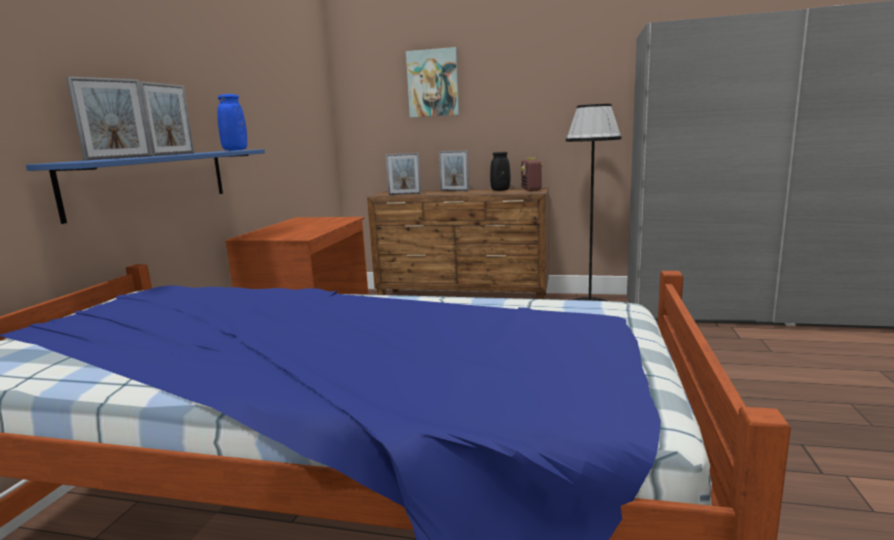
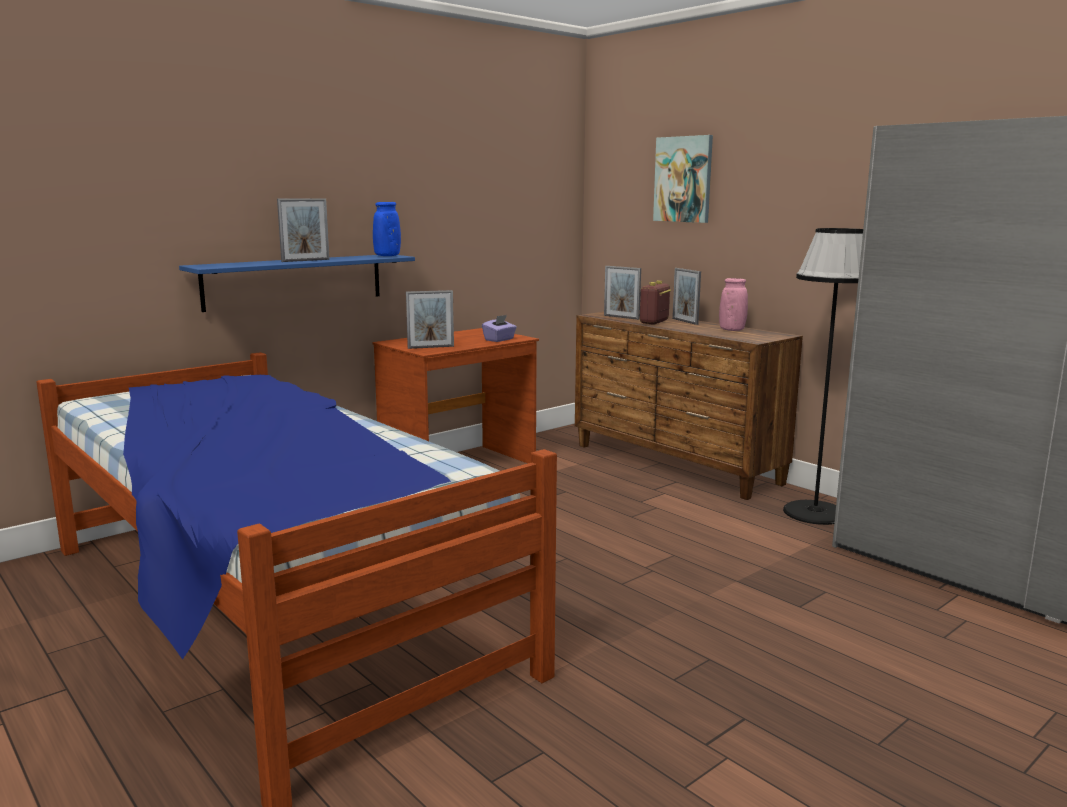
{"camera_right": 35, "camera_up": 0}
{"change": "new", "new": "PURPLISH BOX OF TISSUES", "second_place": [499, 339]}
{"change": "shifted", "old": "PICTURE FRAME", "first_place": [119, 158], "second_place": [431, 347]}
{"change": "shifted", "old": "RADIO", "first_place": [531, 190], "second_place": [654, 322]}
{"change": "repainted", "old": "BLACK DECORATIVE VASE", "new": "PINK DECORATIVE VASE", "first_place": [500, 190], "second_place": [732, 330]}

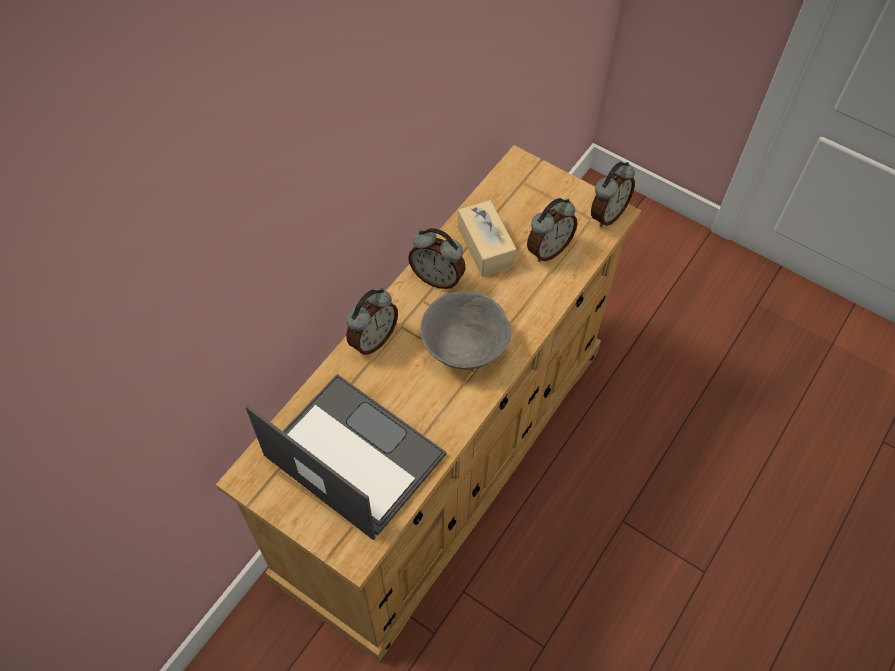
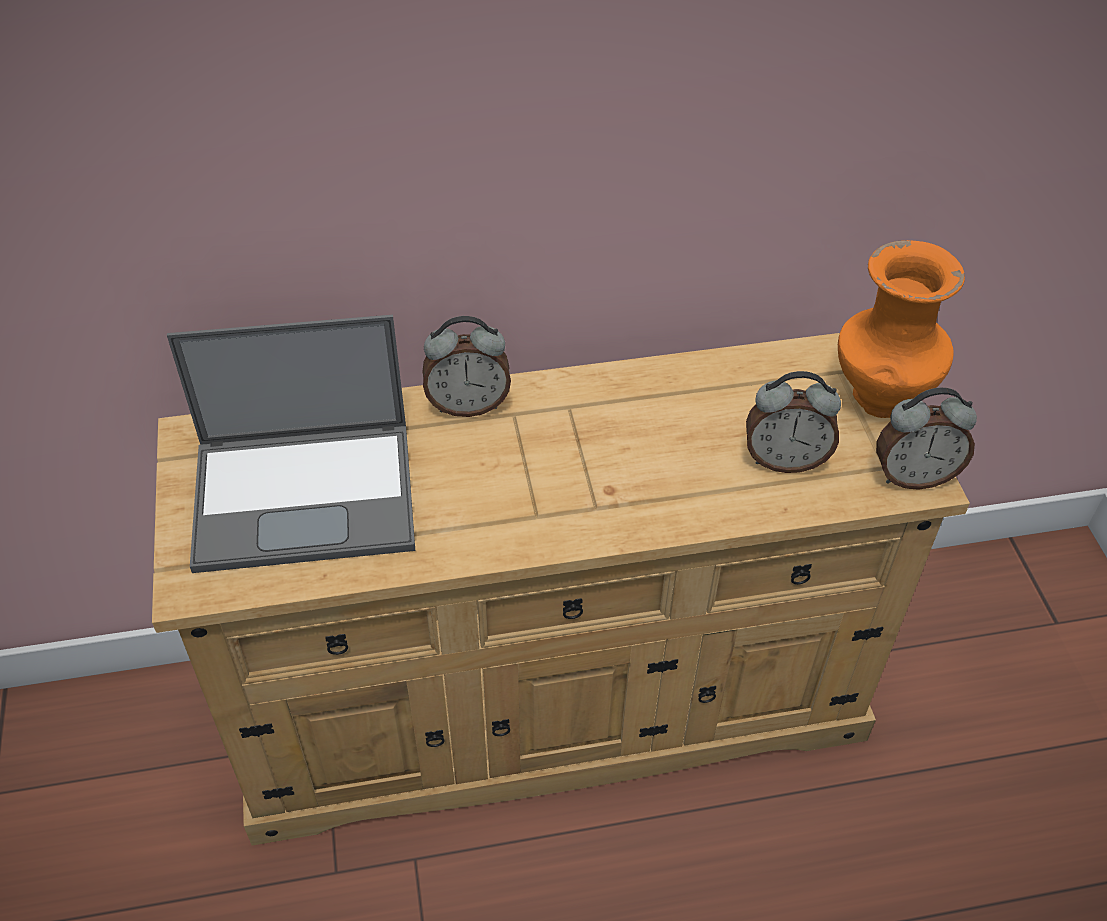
{"camera_right": 45, "camera_up": -10}
{"change": "gone", "old": "TABLE CLOCK", "first_place": [437, 278]}
{"change": "gone", "old": "GRAY BOWL", "first_place": [463, 348]}
{"change": "gone", "old": "SAND-COLOURED BOX OF TISSUES", "first_place": [485, 246]}
{"change": "new", "new": "ORANGE-COLOURED DECORATIVE VASE", "second_place": [880, 400]}
{"change": "rotated", "old": "LAPTOP", "first_place": [352, 454], "second_place": [308, 494], "degrees": 90}

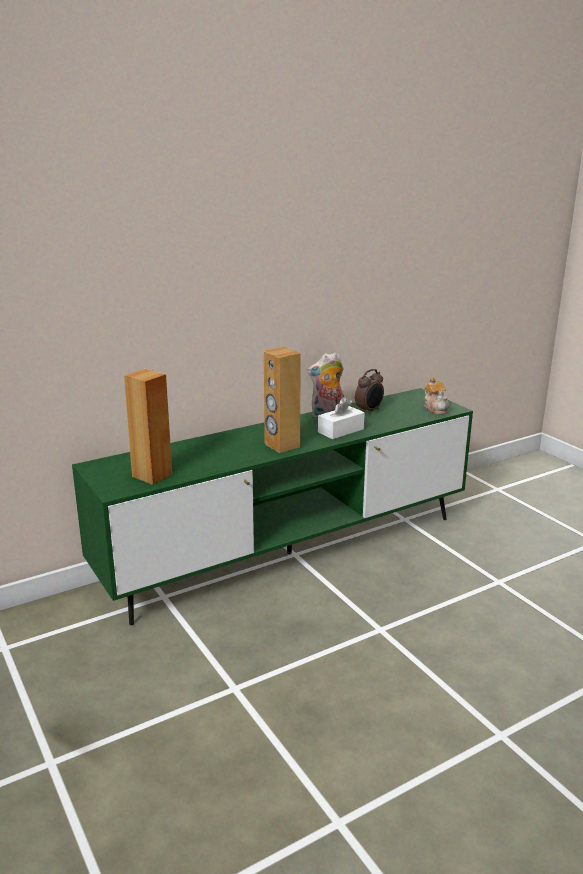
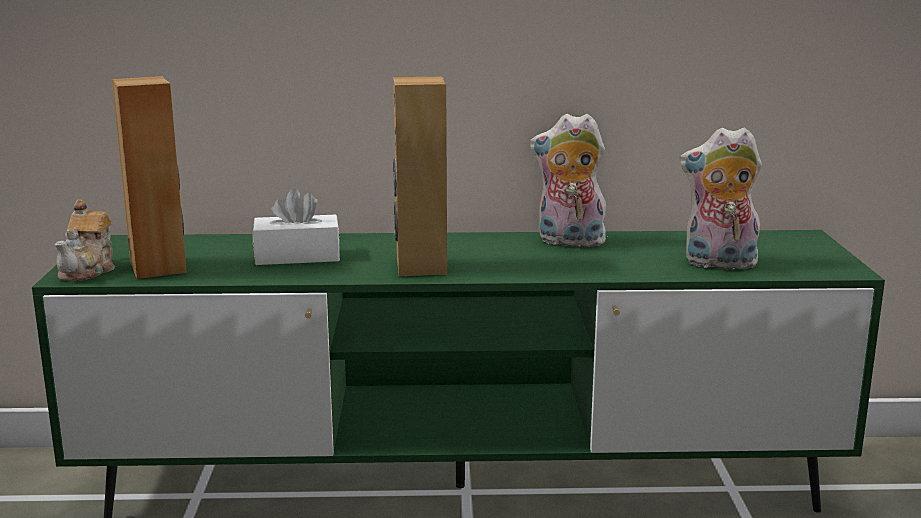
{"camera_right": 30, "camera_up": -5}
{"change": "gone", "old": "TABLE CLOCK", "first_place": [369, 411]}
{"change": "new", "new": "CUDDLY TOY", "second_place": [718, 264]}
{"change": "shifted", "old": "WHITE-COLOURED BOX OF TISSUES", "first_place": [340, 431], "second_place": [297, 256]}
{"change": "shifted", "old": "TEA POT", "first_place": [436, 408], "second_place": [89, 270]}

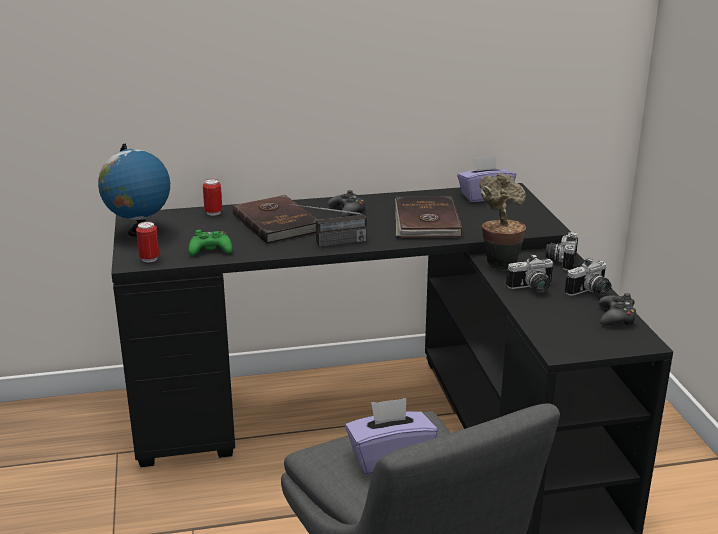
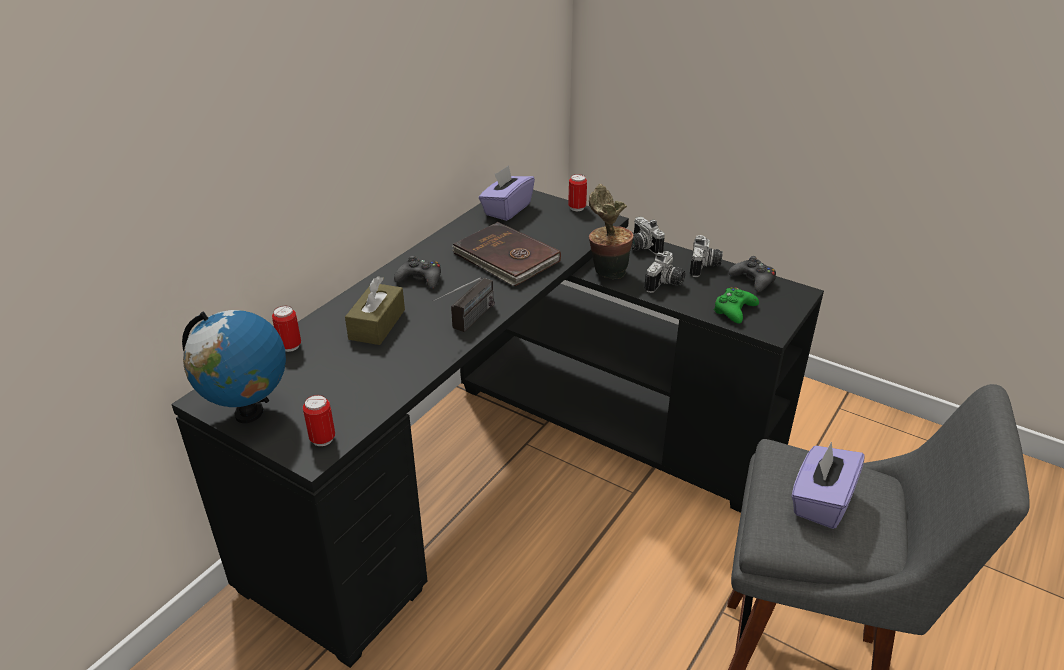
{"camera_right": -45, "camera_up": 10}
{"change": "new", "new": "CAN", "second_place": [577, 208]}
{"change": "shifted", "old": "GREEN GAME CONTROLLER", "first_place": [210, 250], "second_place": [734, 310]}
{"change": "swapped", "old": "BROWNISH BOOK", "new": "BROWNISH BOX OF TISSUES", "first_place": [277, 222], "second_place": [377, 324]}

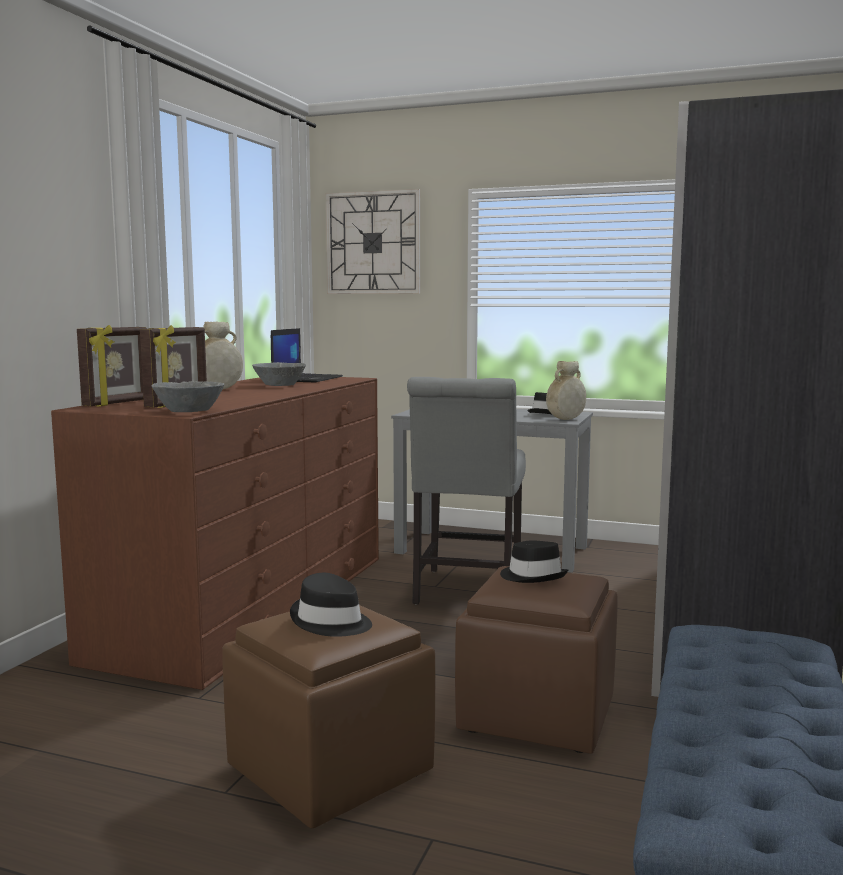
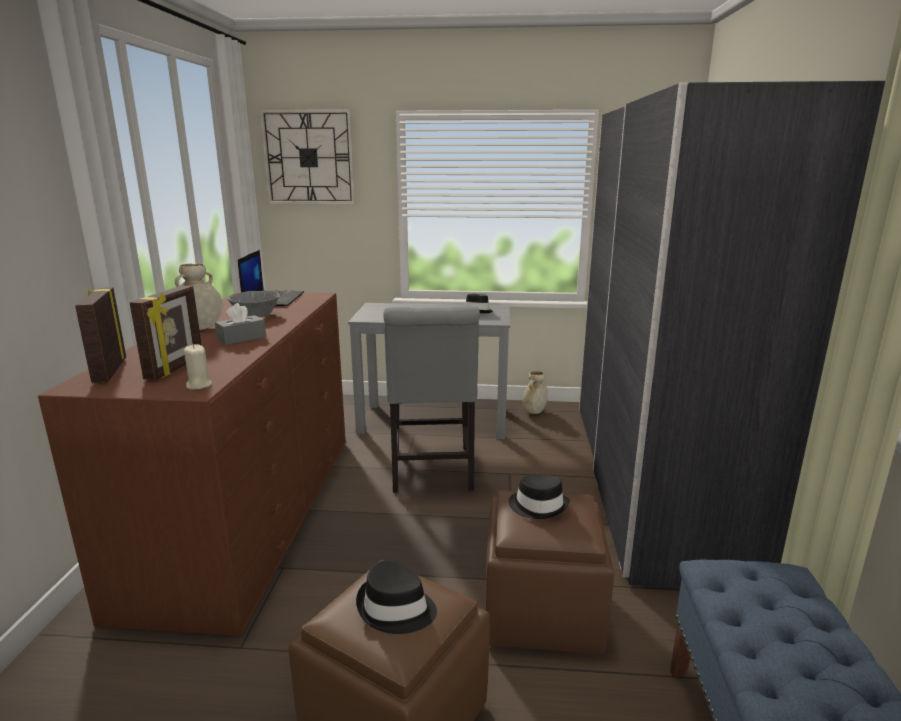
{"camera_right": -15, "camera_up": 10}
{"change": "new", "new": "GRAY BOX OF TISSUES", "second_place": [241, 338]}
{"change": "shifted", "old": "SAND-COLOURED DECORATIVE VASE", "first_place": [565, 419], "second_place": [534, 412]}
{"change": "swapped", "old": "GRAY BOWL", "new": "SAND-COLOURED CANDLE", "first_place": [190, 411], "second_place": [199, 385]}
{"change": "rotated", "old": "PICTURE FRAME", "first_place": [118, 403], "second_place": [108, 371], "degrees": 150}

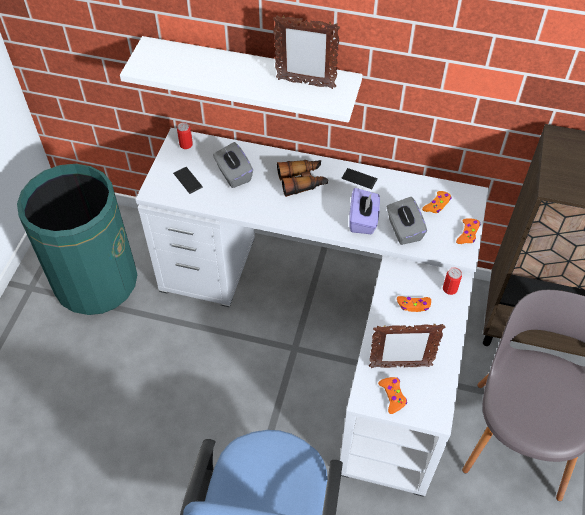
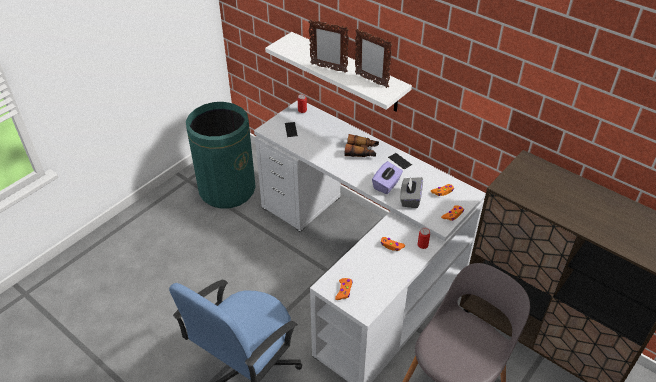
{"camera_right": 25, "camera_up": -10}
{"change": "gone", "old": "GRAY BOX OF TISSUES", "first_place": [233, 174]}
{"change": "shifted", "old": "PICTURE FRAME", "first_place": [399, 366], "second_place": [328, 68]}

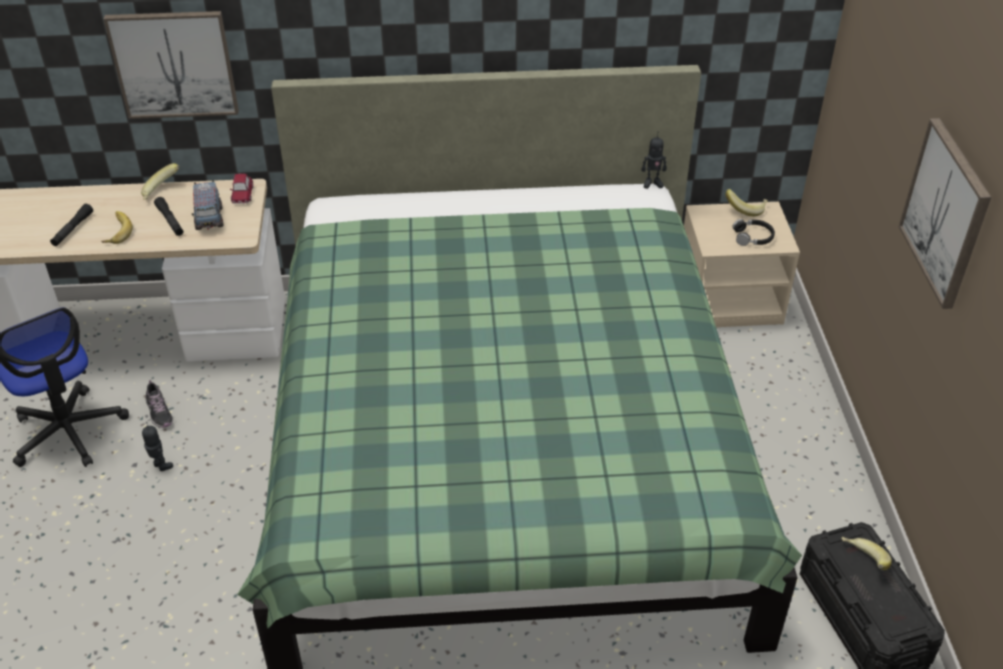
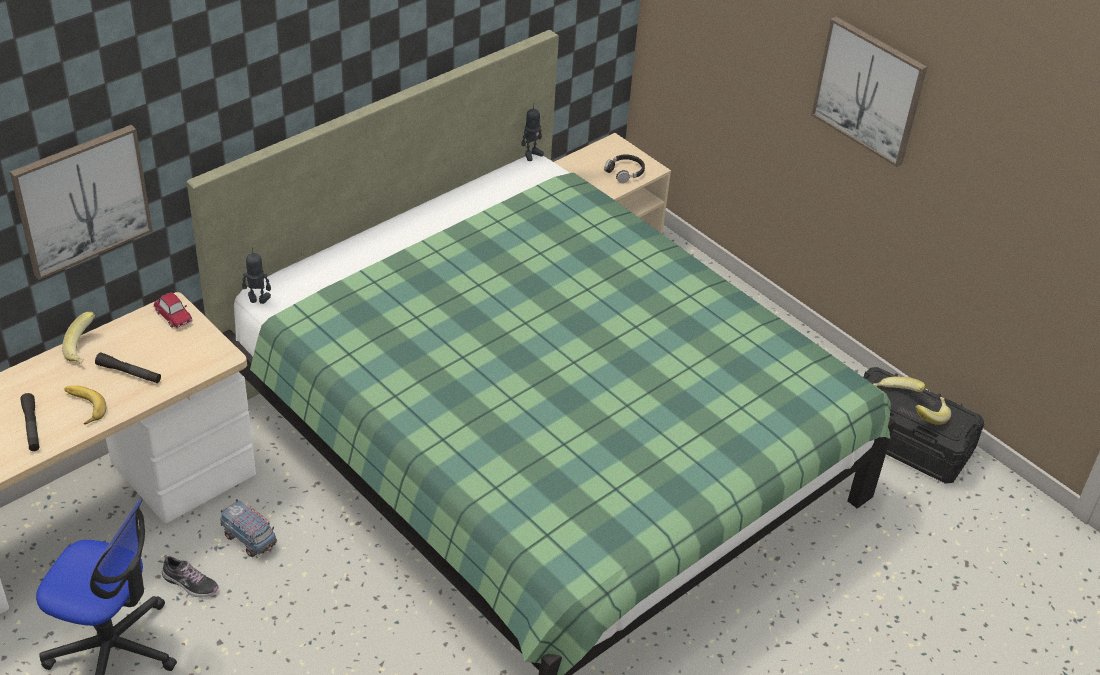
{"camera_right": -40, "camera_up": 0}
{"change": "shifted", "old": "ROBOT FIGURE", "first_place": [160, 466], "second_place": [258, 300]}
{"change": "shifted", "old": "MODEL TRUCK", "first_place": [209, 218], "second_place": [250, 539]}
{"change": "shifted", "old": "BANANA FRUIT", "first_place": [745, 209], "second_place": [930, 416]}

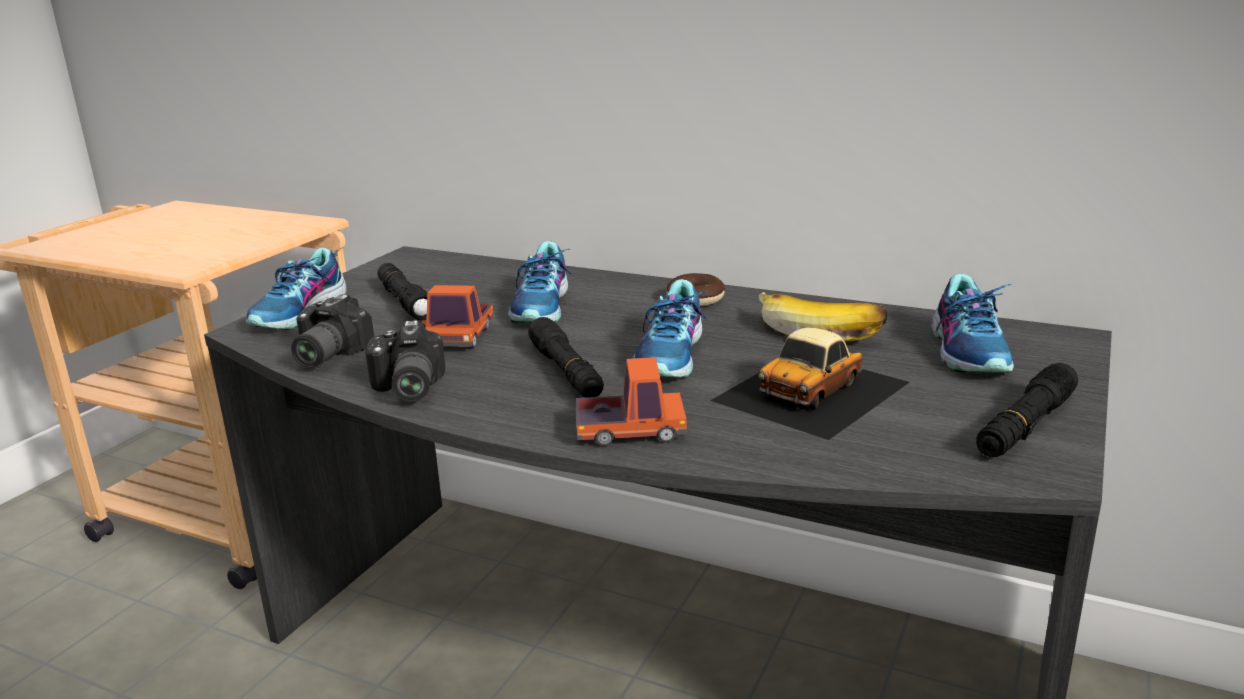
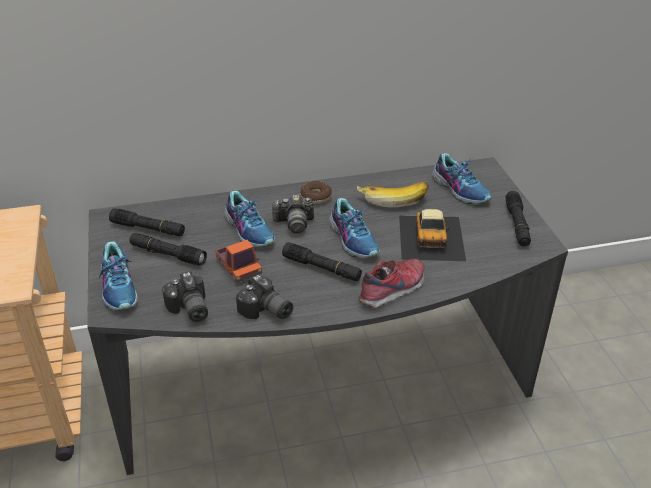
{"camera_right": -40, "camera_up": 15}
{"change": "new", "new": "BLACK FLASHLIGHT", "second_place": [148, 229]}
{"change": "new", "new": "PHOTO CAMERA", "second_place": [294, 223]}
{"change": "swapped", "old": "MODEL TRUCK", "new": "SHOE", "first_place": [630, 431], "second_place": [393, 290]}

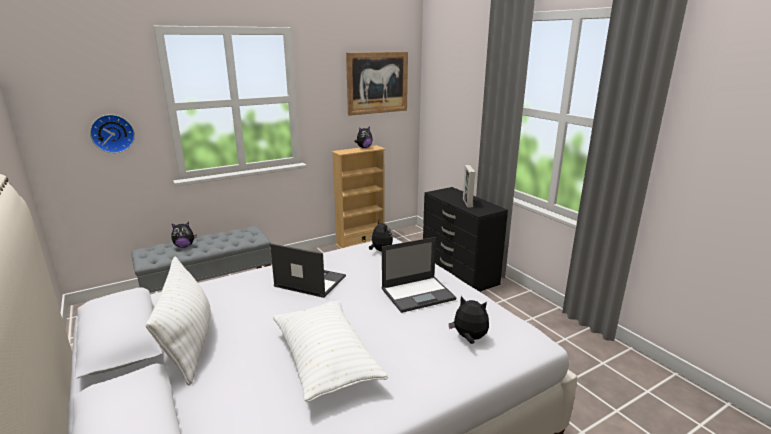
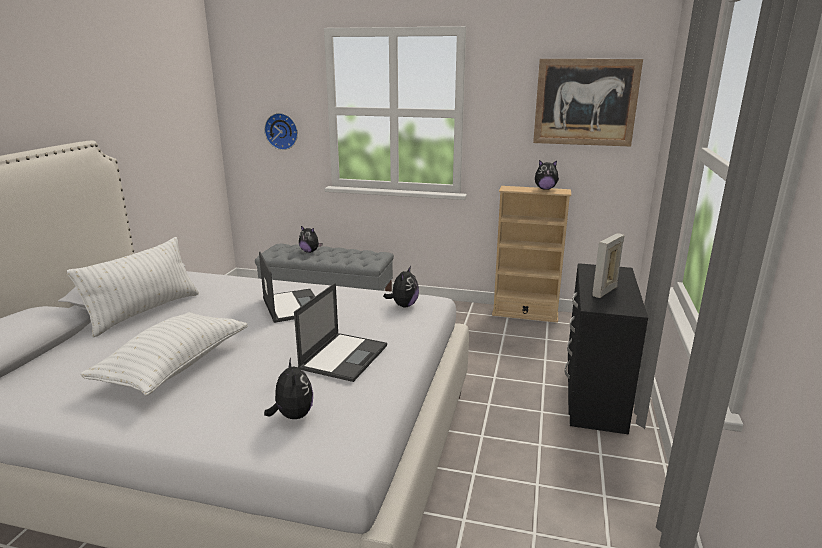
{"camera_right": 45, "camera_up": 0}
{"change": "rotated", "old": "LAPTOP", "first_place": [418, 294], "second_place": [344, 356], "degrees": -90}

